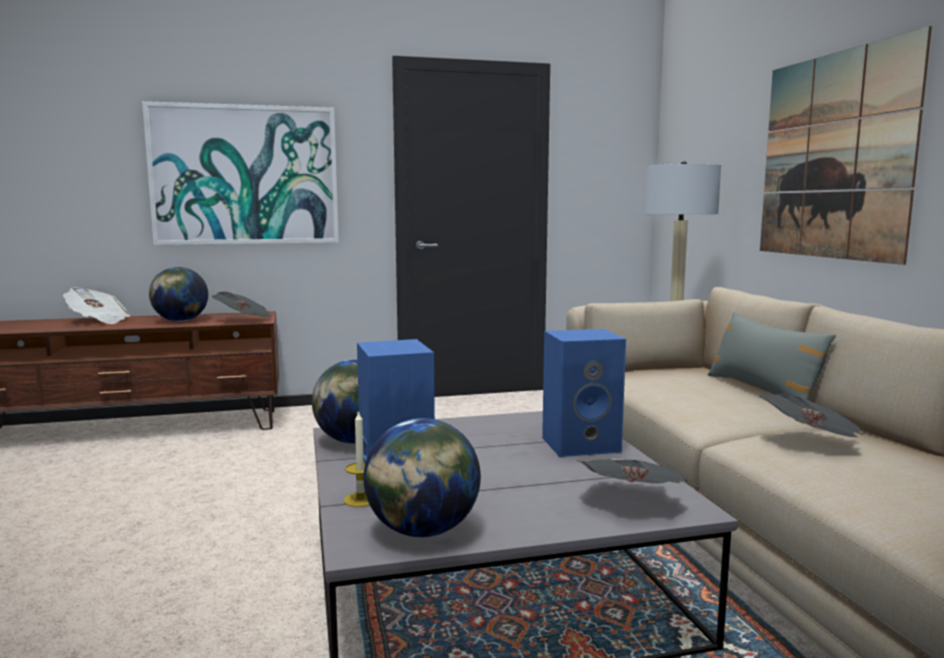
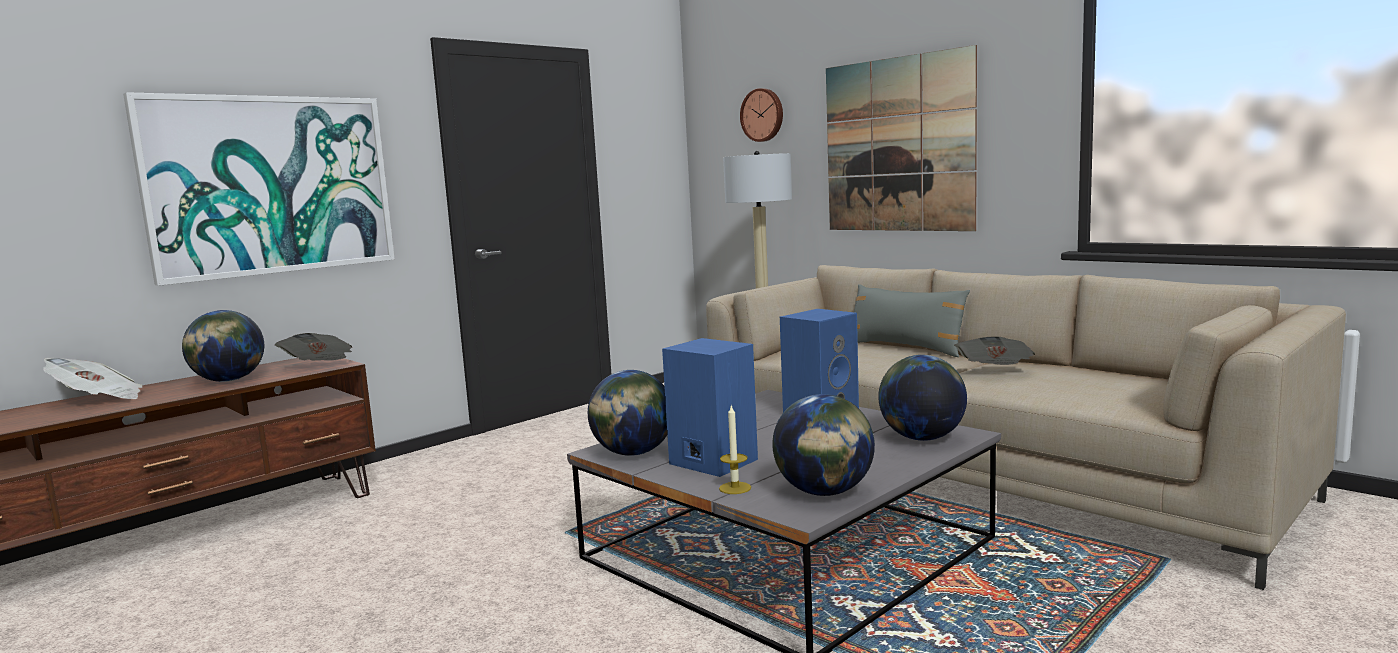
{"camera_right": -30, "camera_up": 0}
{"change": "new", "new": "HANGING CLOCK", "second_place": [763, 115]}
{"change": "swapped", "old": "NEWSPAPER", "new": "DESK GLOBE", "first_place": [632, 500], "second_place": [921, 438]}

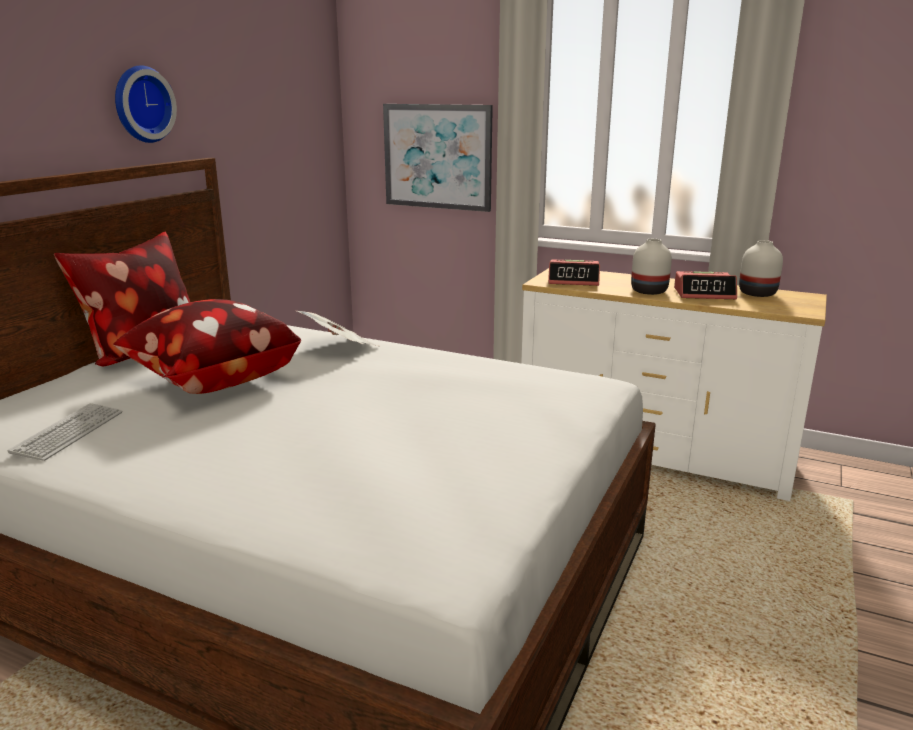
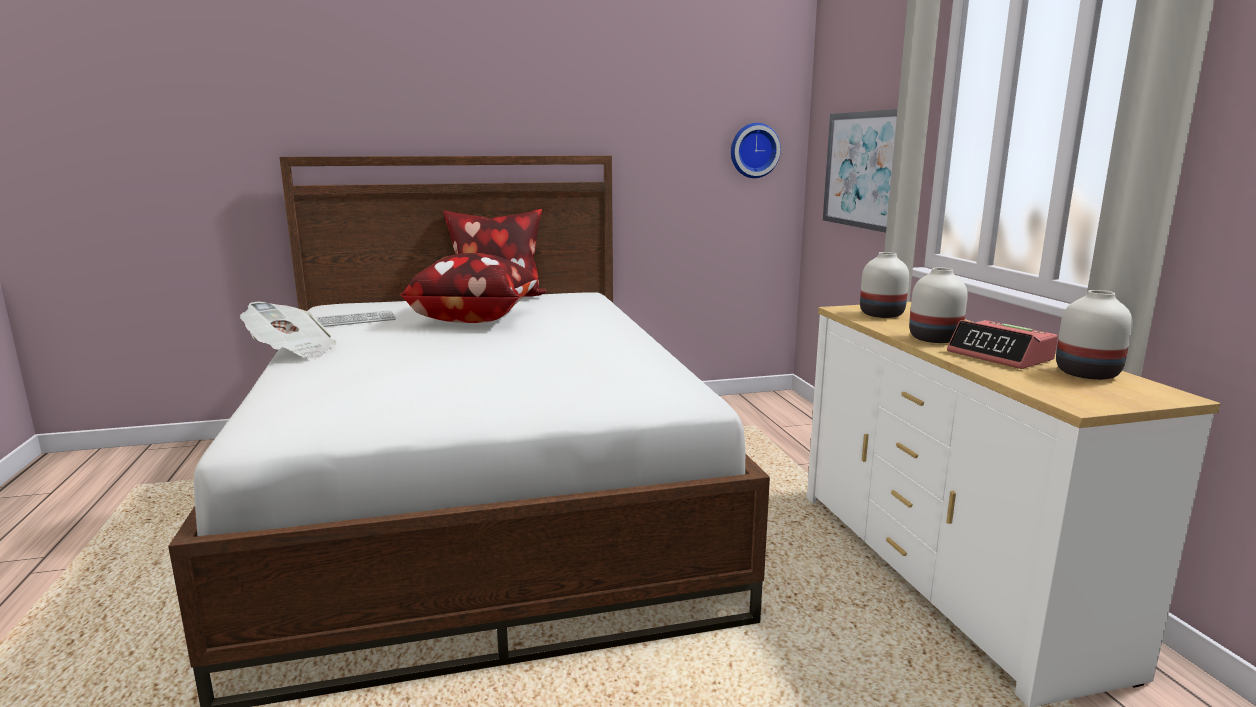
{"camera_right": 50, "camera_up": -5}
{"change": "shifted", "old": "HANGING CLOCK", "first_place": [141, 104], "second_place": [753, 150]}
{"change": "shifted", "old": "NEWSPAPER", "first_place": [340, 348], "second_place": [292, 352]}
{"change": "swapped", "old": "TABLE CLOCK", "new": "WHITE-COLOURED DECORATIVE VASE", "first_place": [573, 280], "second_place": [883, 314]}

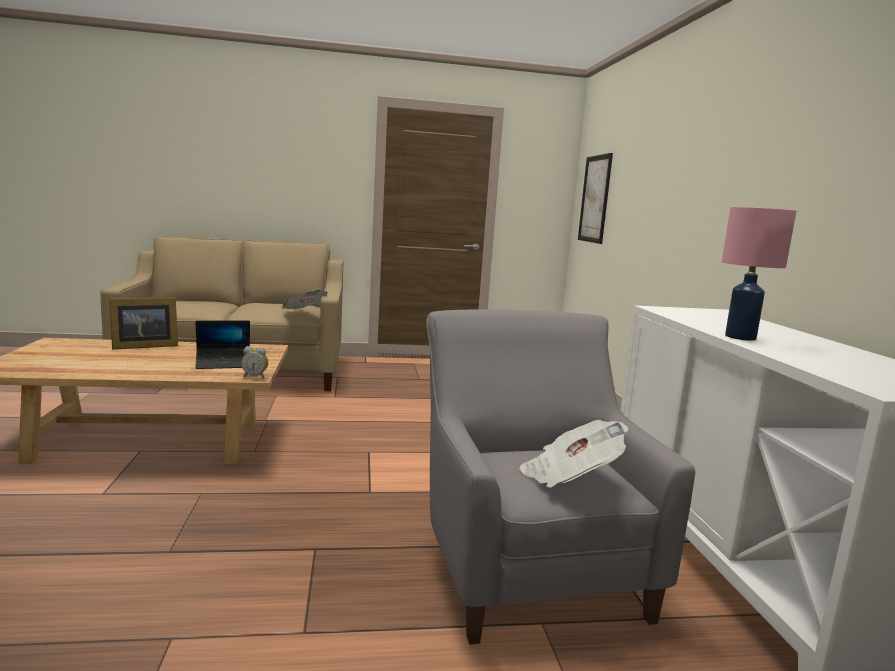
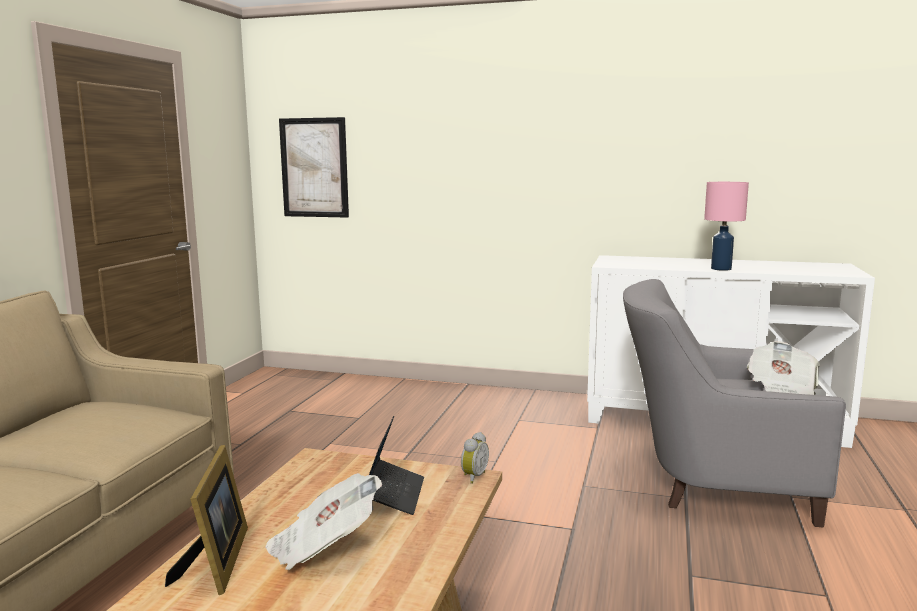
{"camera_right": -65, "camera_up": 0}
{"change": "shifted", "old": "NEWSPAPER", "first_place": [304, 312], "second_place": [323, 547]}

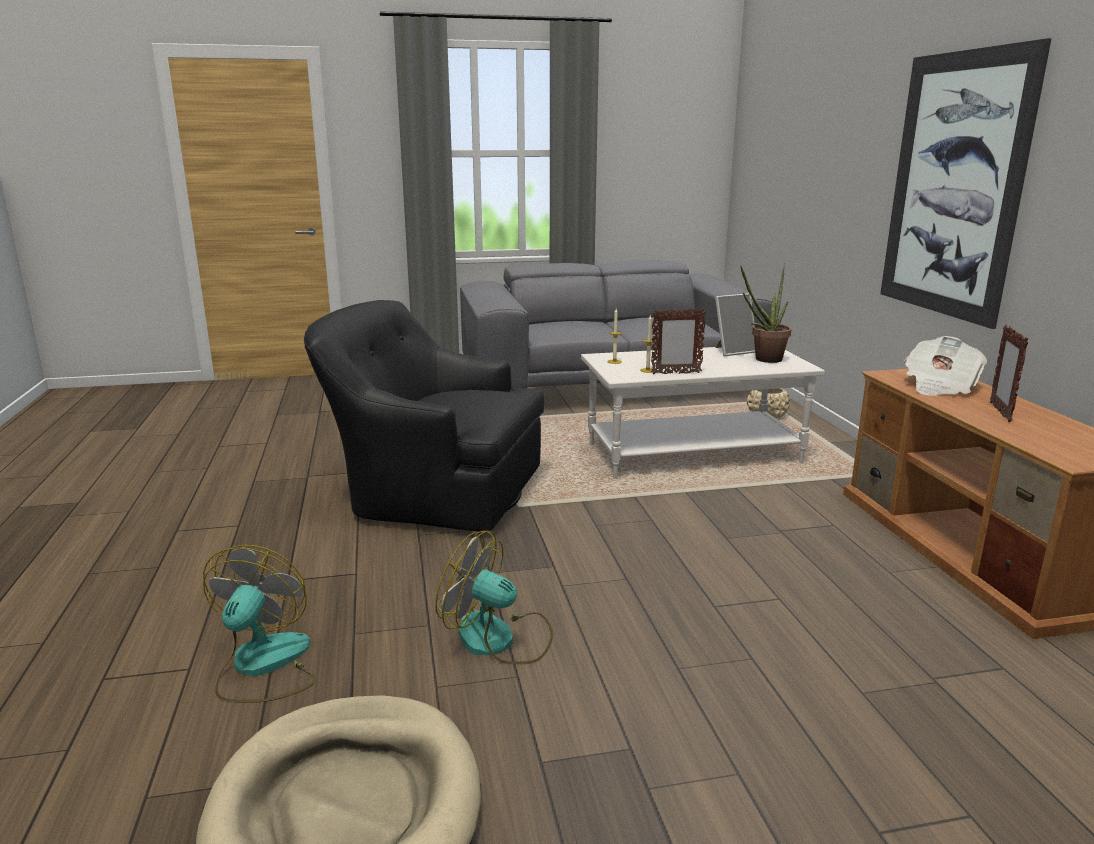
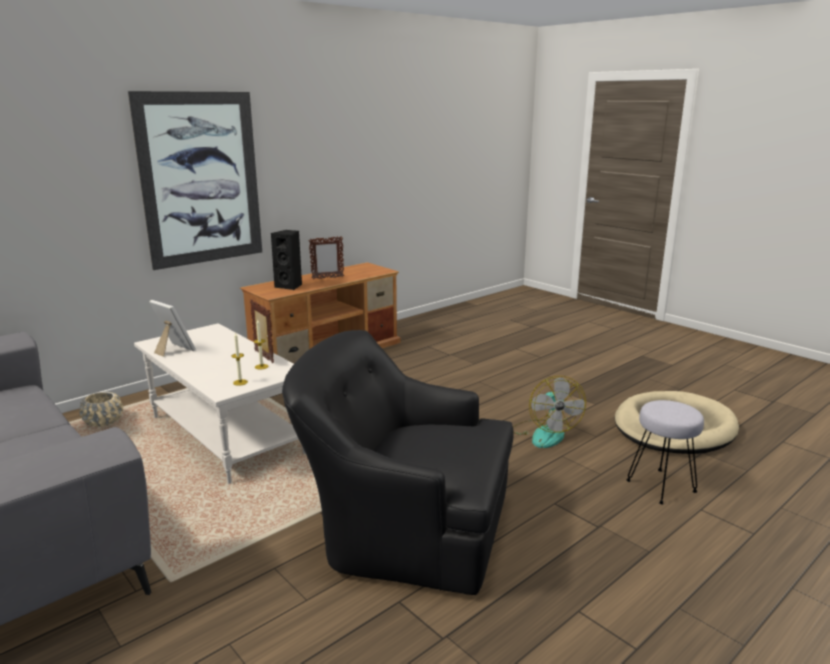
{"camera_right": -120, "camera_up": 0}
{"change": "gone", "old": "POTTED PLANT", "first_place": [763, 360]}
{"change": "swapped", "old": "COOLING FAN", "new": "GRAY STOOL", "first_place": [263, 666], "second_place": [661, 487]}
{"change": "swapped", "old": "NEWSPAPER", "new": "BLACK AUDIO SPEAKER", "first_place": [939, 386], "second_place": [290, 286]}
{"change": "rotated", "old": "BLACK LOUNGE CHAIR", "first_place": [433, 492], "second_place": [403, 528], "degrees": 120}

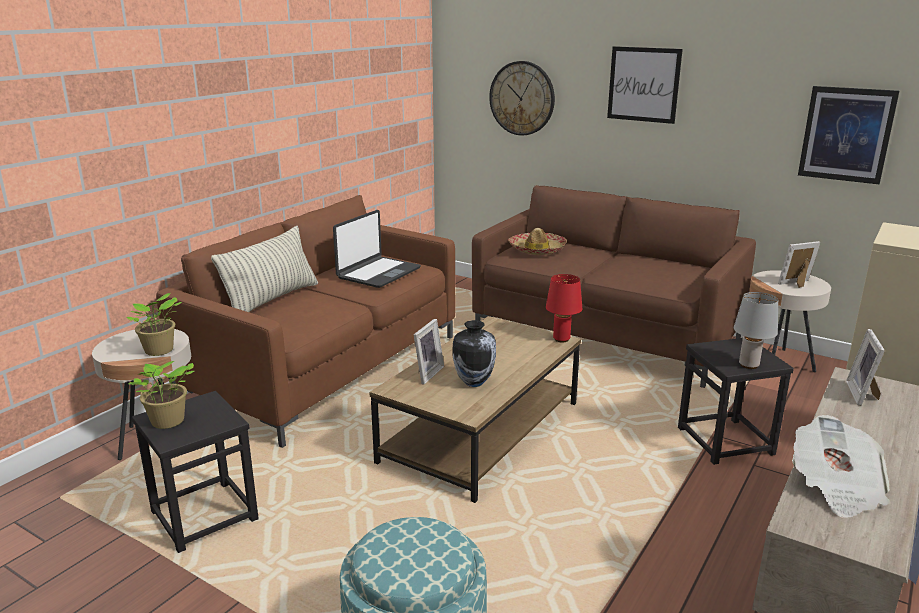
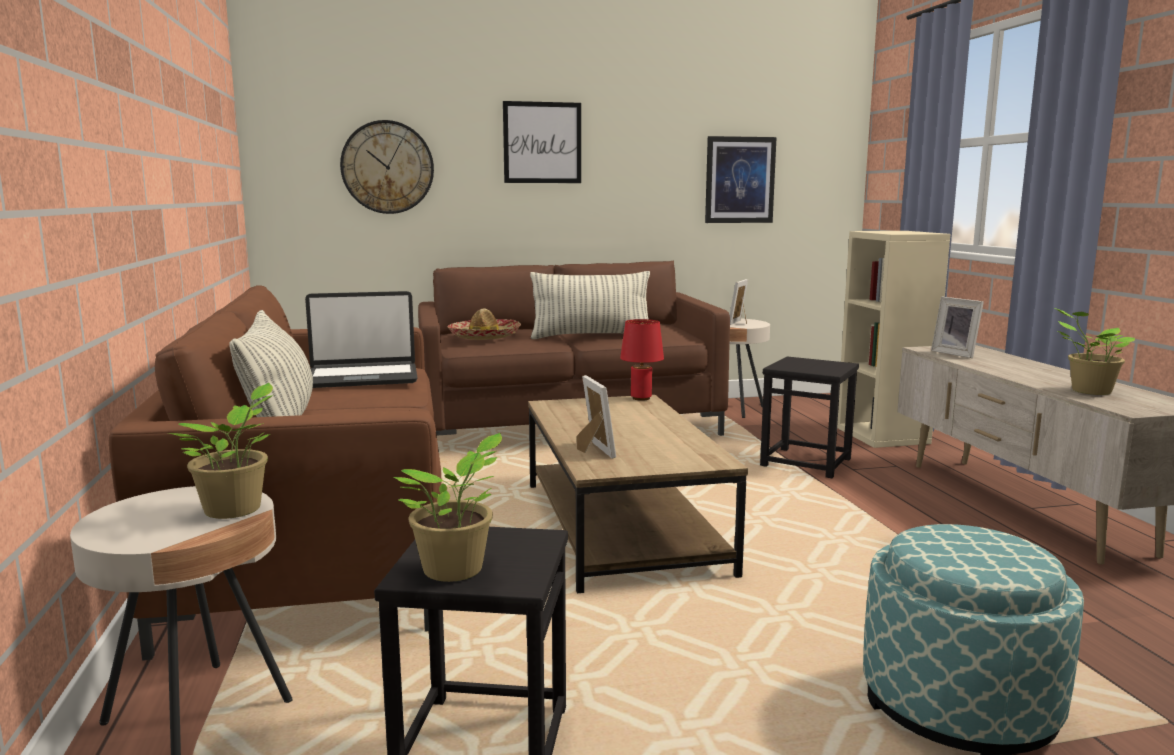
{"camera_right": -45, "camera_up": -10}
{"change": "gone", "old": "DECORATIVE VASE", "first_place": [474, 382]}
{"change": "gone", "old": "GRAY LAMP FOR A TABLE", "first_place": [749, 365]}
{"change": "new", "new": "CUSHION", "second_place": [591, 336]}
{"change": "swapped", "old": "NEWSPAPER", "new": "POTTED PLANT", "first_place": [836, 488], "second_place": [1087, 391]}
{"change": "rotated", "old": "LAPTOP", "first_place": [378, 273], "second_place": [362, 377], "degrees": 90}

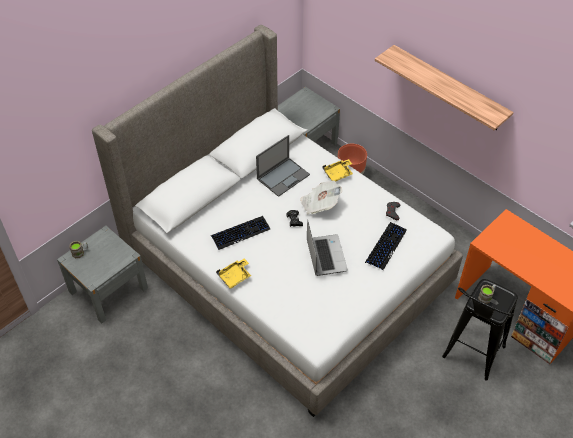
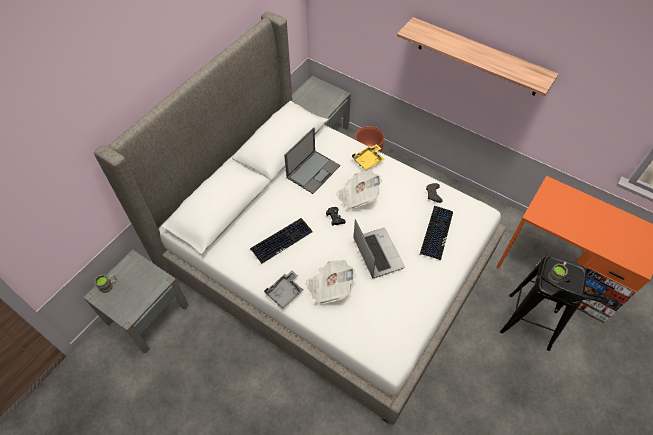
{"camera_right": -10, "camera_up": 5}
{"change": "new", "new": "NEWSPAPER", "second_place": [329, 287]}
{"change": "repainted", "old": "YELLOW-COLOURED CARRYING TRAY", "new": "GRAY CARRYING TRAY", "first_place": [235, 277], "second_place": [285, 292]}

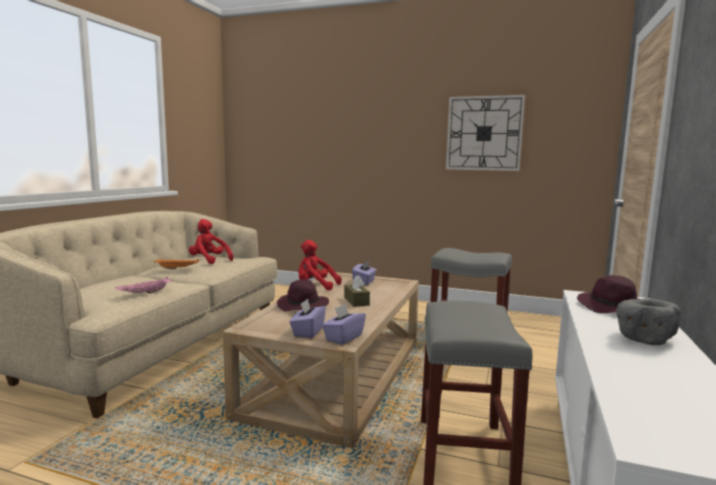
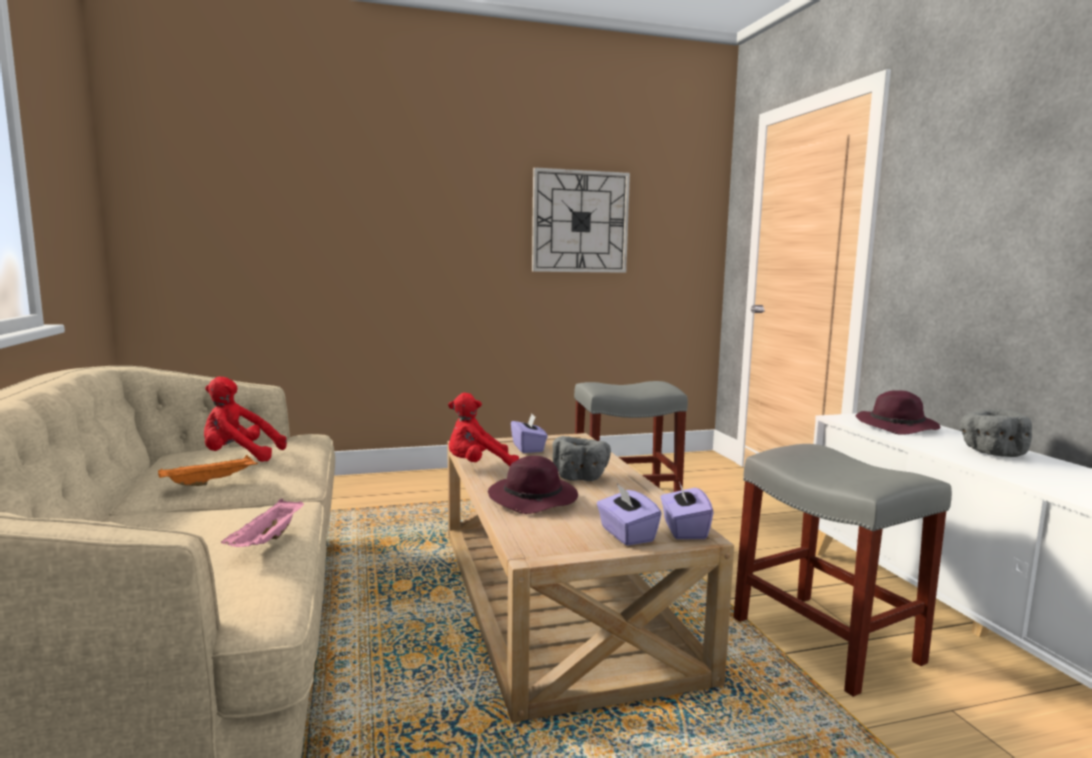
{"camera_right": -35, "camera_up": 0}
{"change": "swapped", "old": "BROWNISH BOX OF TISSUES", "new": "GRAY BOWL", "first_place": [356, 301], "second_place": [581, 477]}

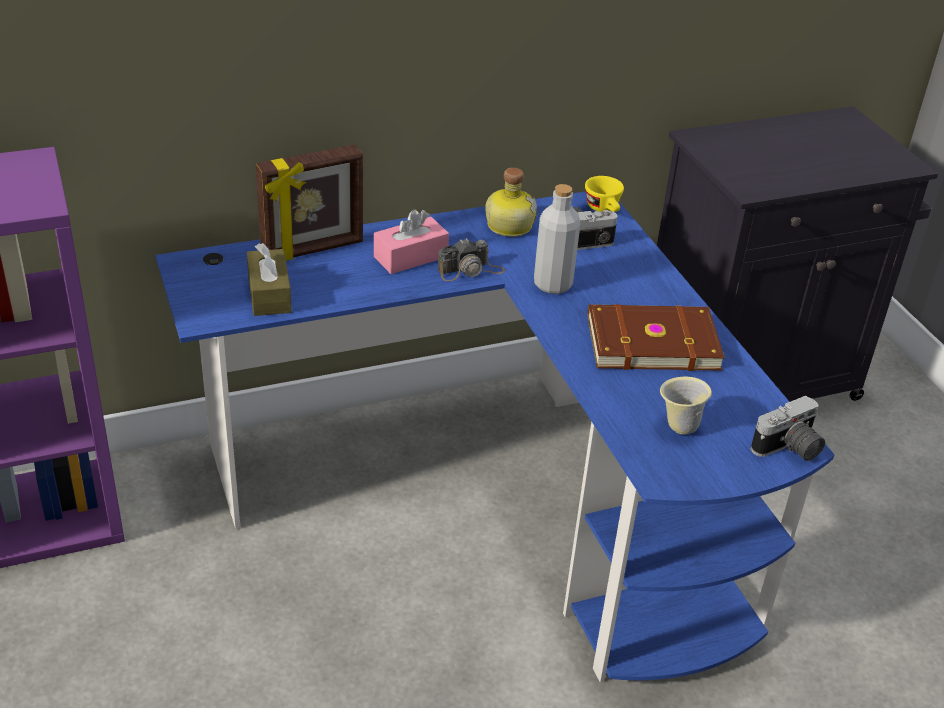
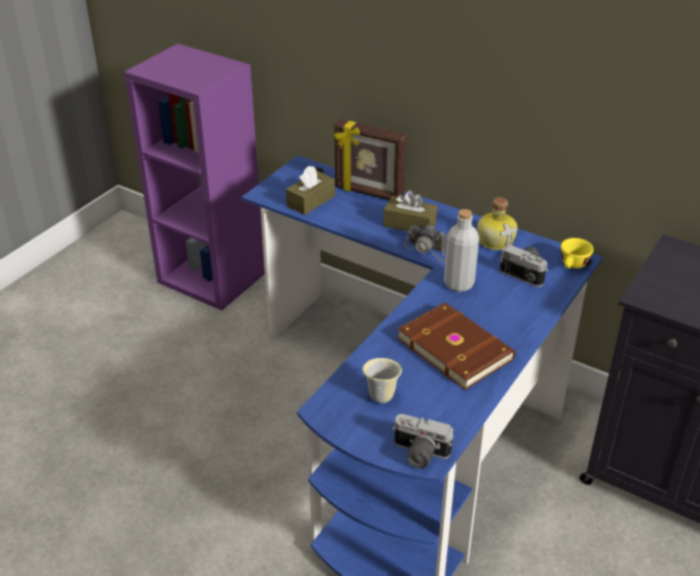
{"camera_right": 55, "camera_up": 0}
{"change": "repainted", "old": "PINK BOX OF TISSUES", "new": "BROWNISH BOX OF TISSUES", "first_place": [410, 257], "second_place": [409, 224]}

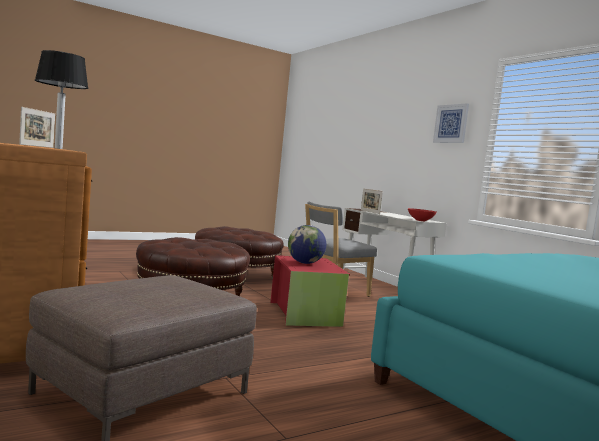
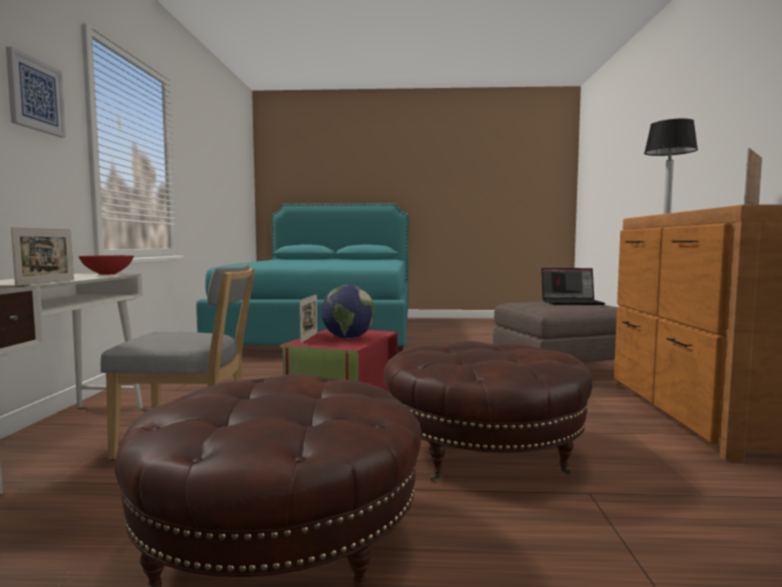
{"camera_right": -145, "camera_up": 0}
{"change": "new", "new": "PICTURE FRAME", "second_place": [309, 337]}
{"change": "new", "new": "LAPTOP", "second_place": [572, 302]}

